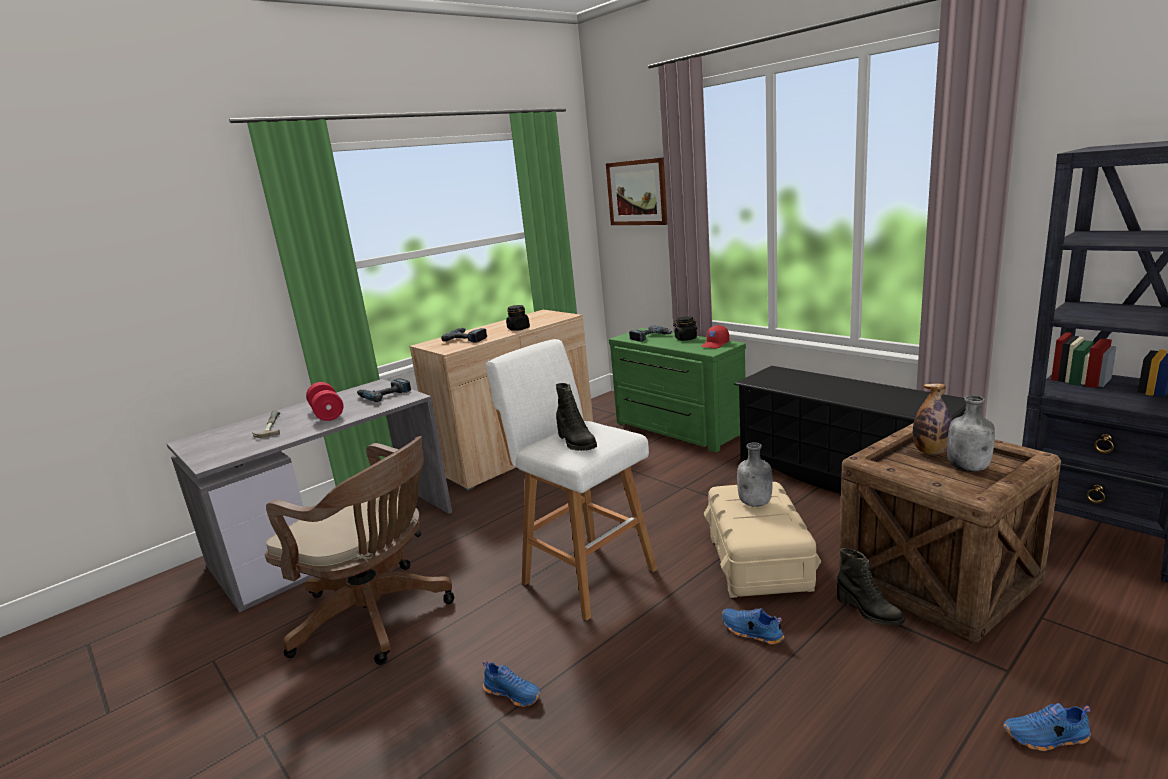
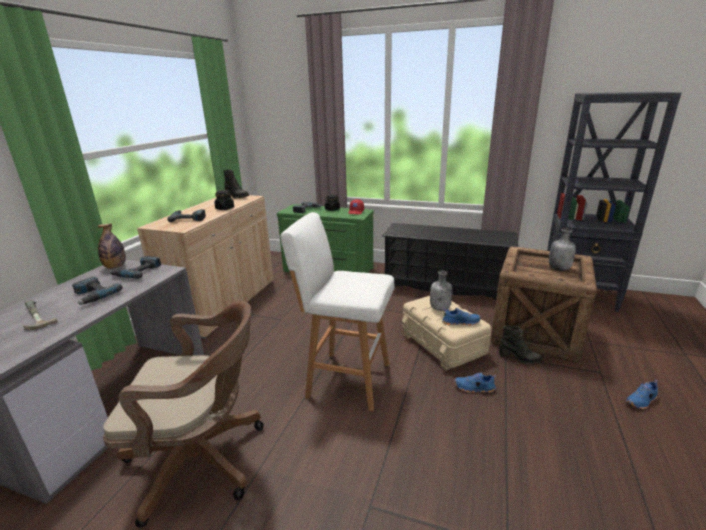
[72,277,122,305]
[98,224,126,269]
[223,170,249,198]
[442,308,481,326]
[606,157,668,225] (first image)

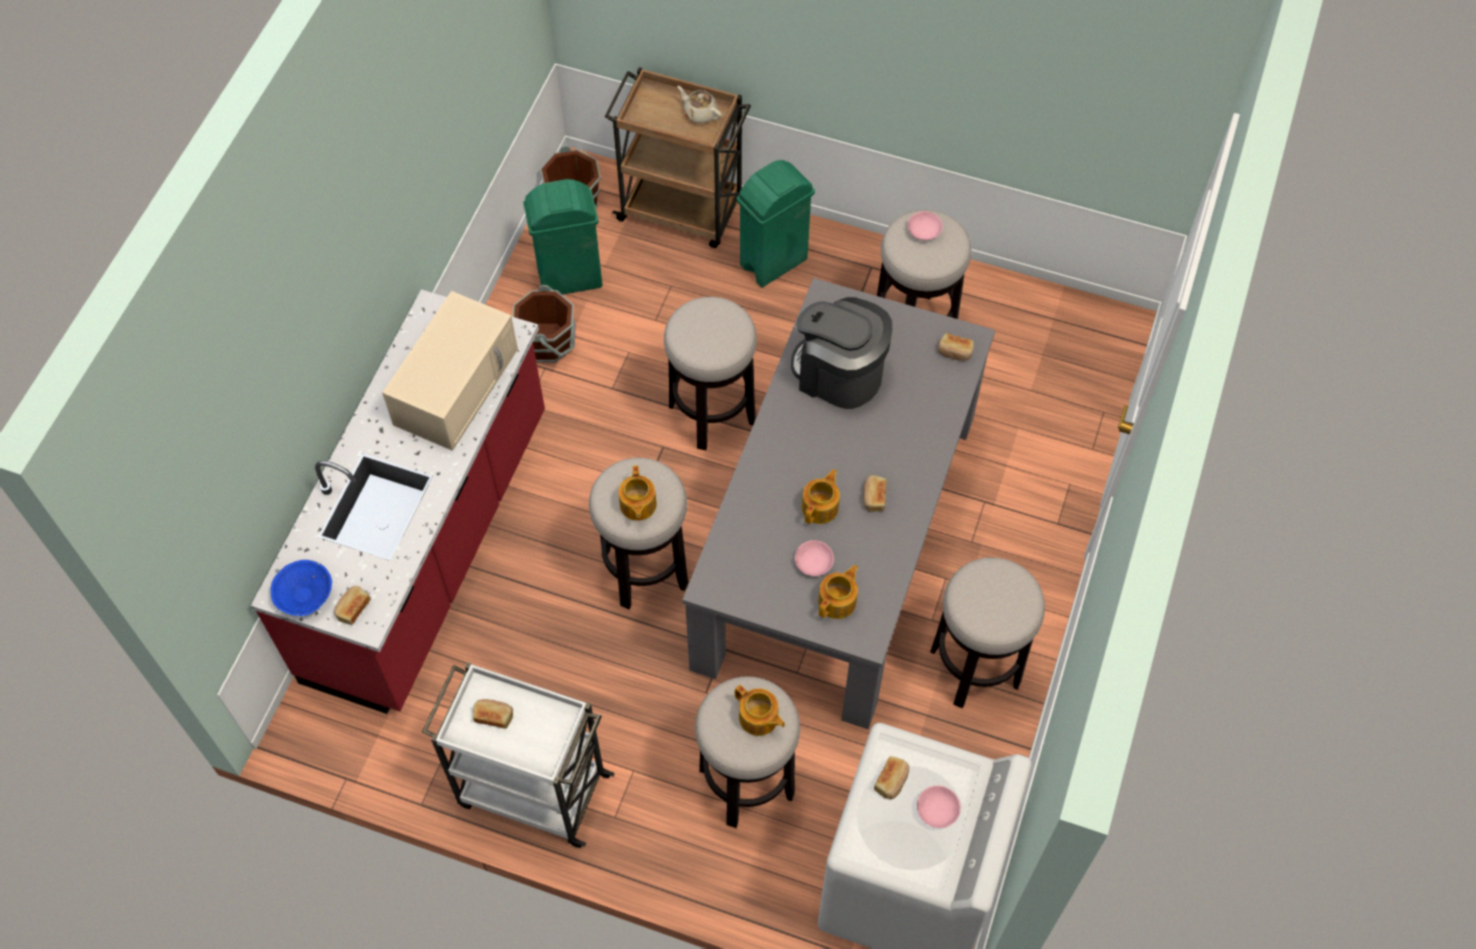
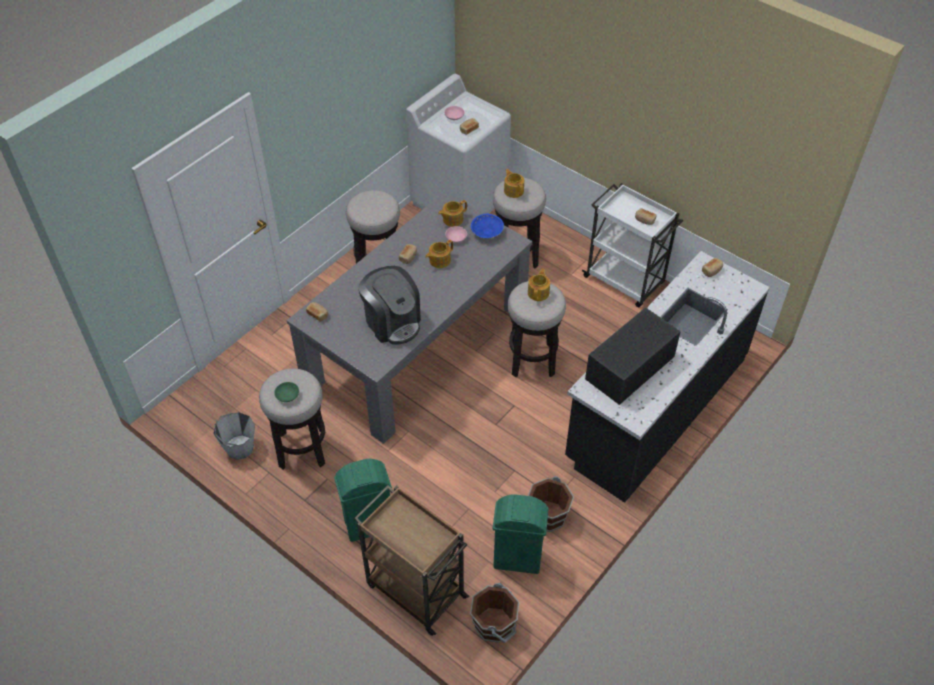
[213,412,255,460]
[274,382,299,402]
[471,214,504,238]
[565,251,770,503]
[585,307,681,405]
[664,297,757,450] (first image)
[677,86,722,124] (first image)

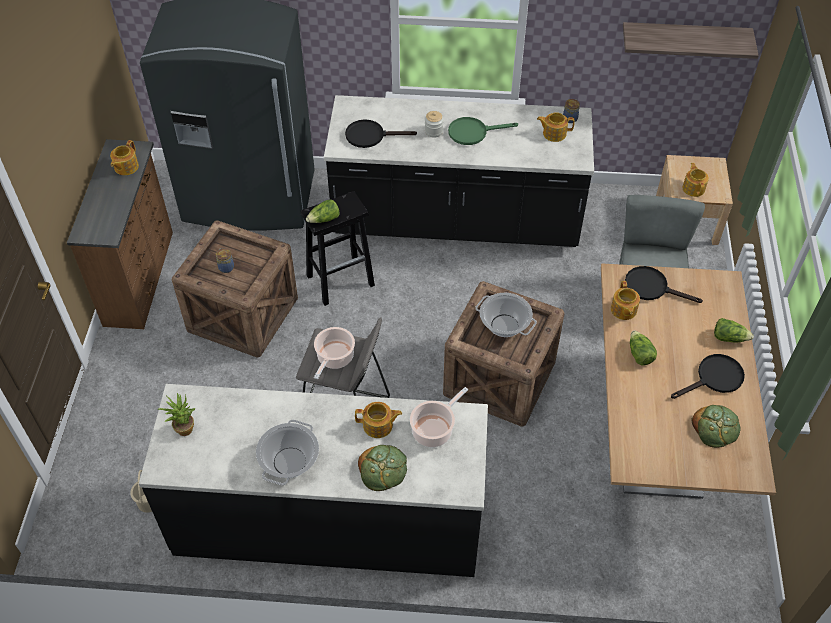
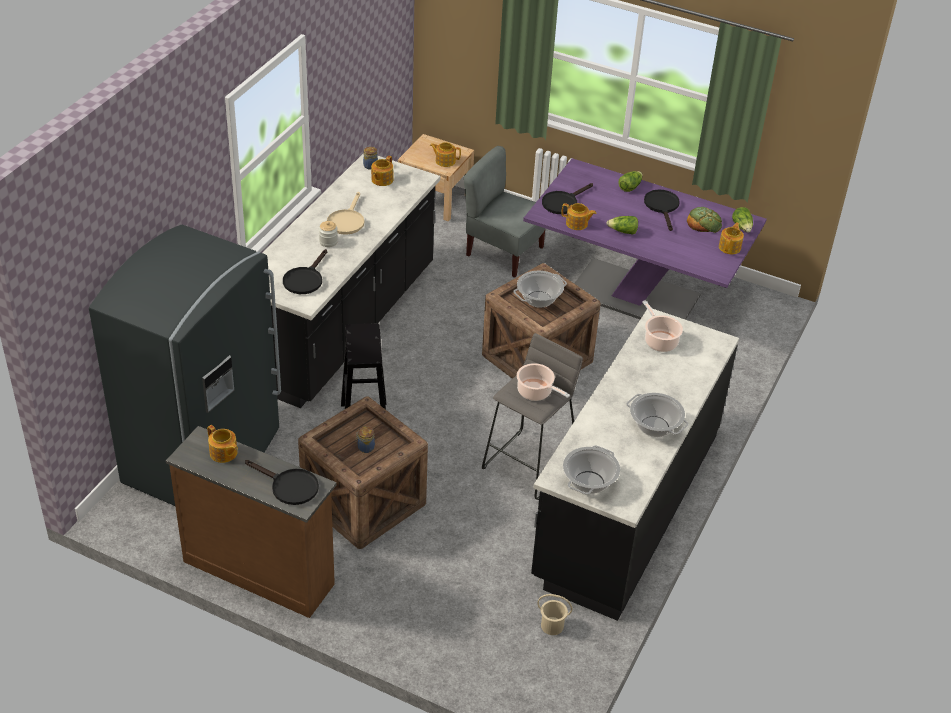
[245,460,319,505]
[327,192,364,235]
[523,158,767,320]
[563,445,620,495]
[719,222,744,254]
[732,207,753,232]
[358,445,407,491] (first image)
[623,22,759,59] (first image)

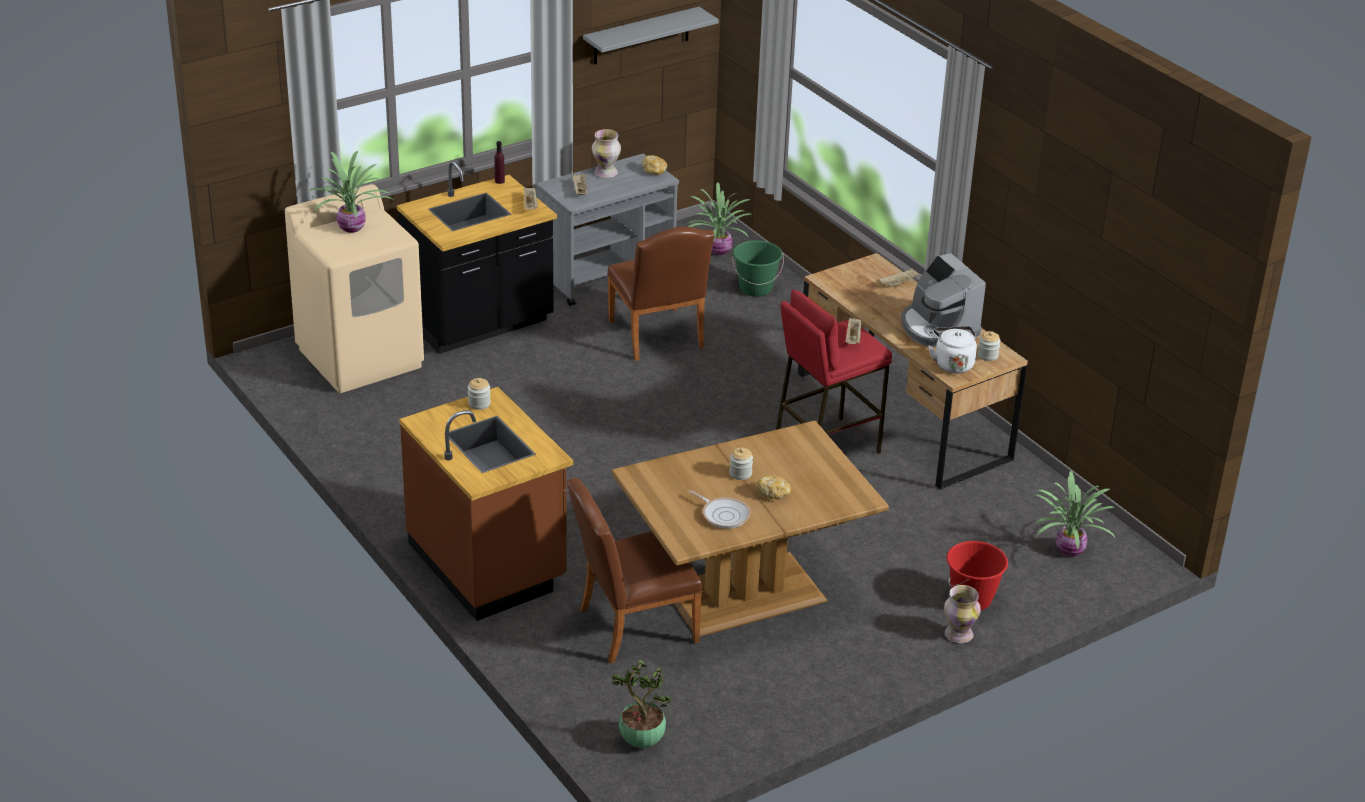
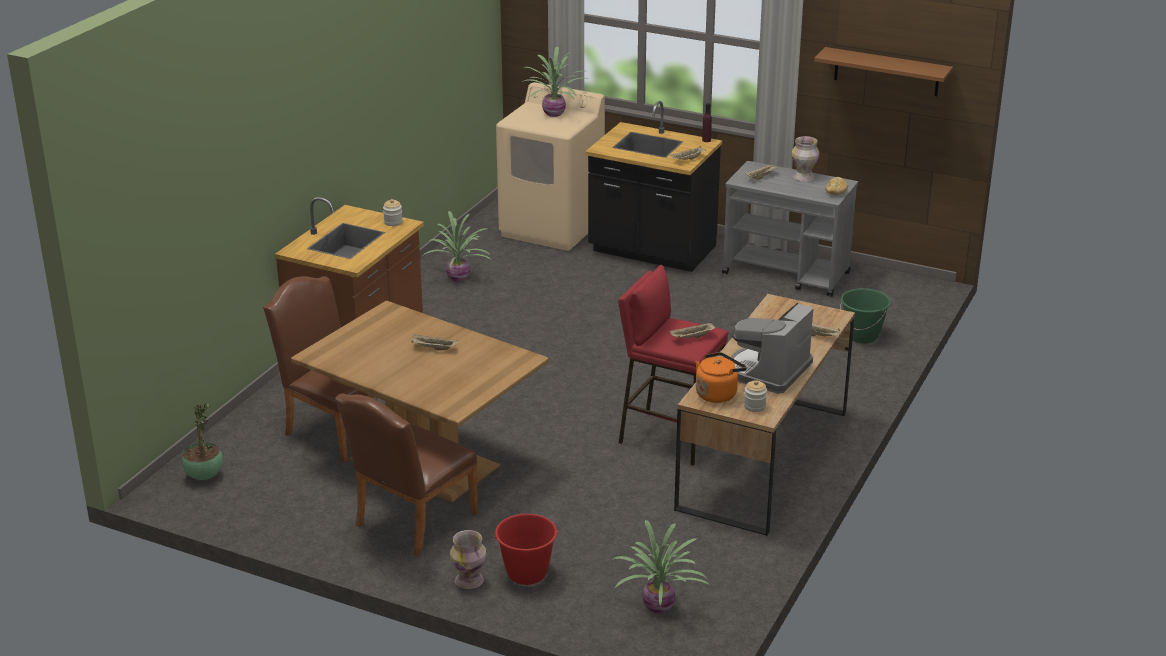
[335,393,478,557]
[411,334,458,350]
[423,211,491,282]
[695,352,747,403]
[814,47,953,96]
[689,490,751,529] (first image)
[756,475,791,499] (first image)

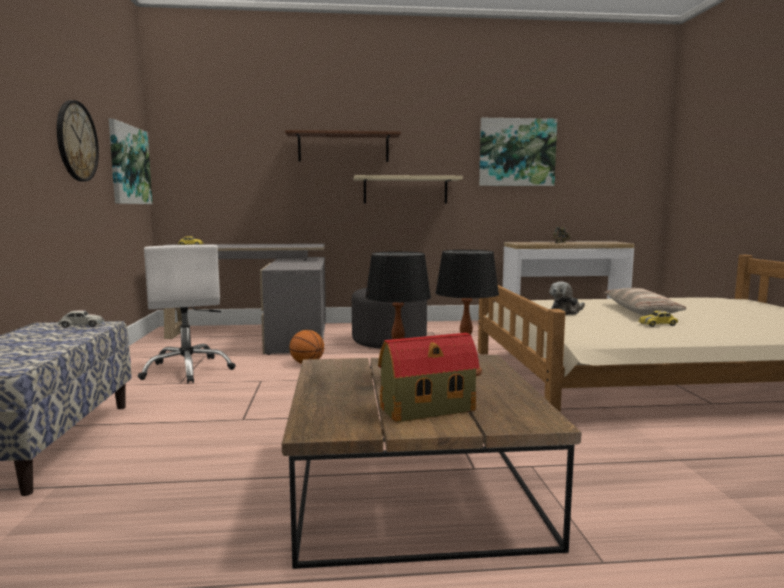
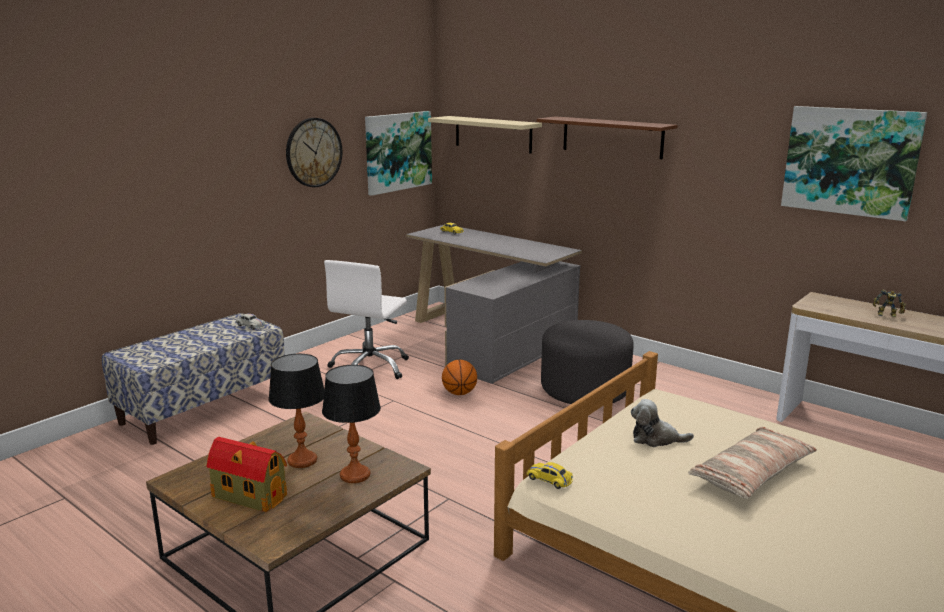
[428,116,542,154]
[526,462,573,489]

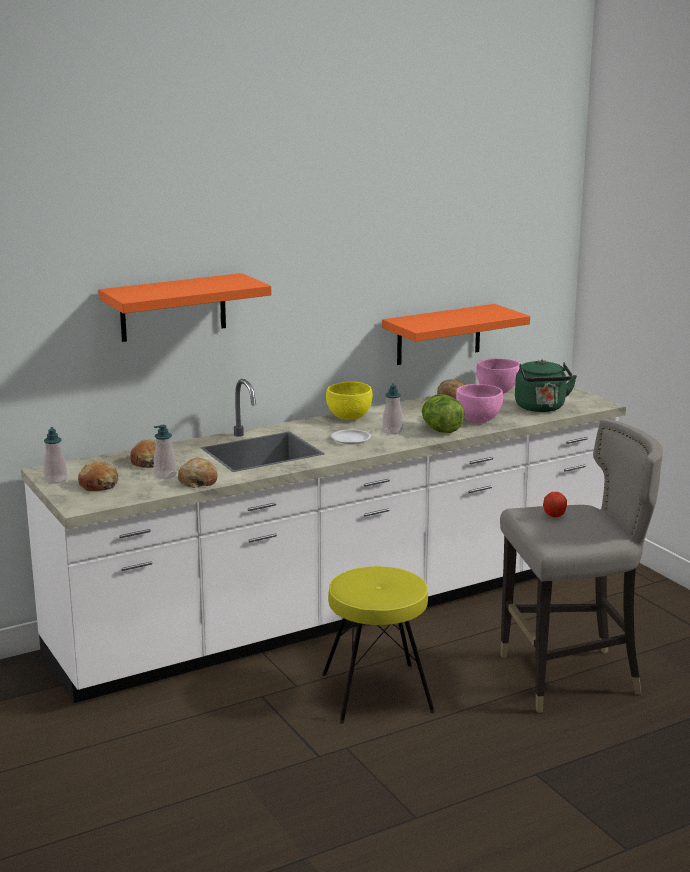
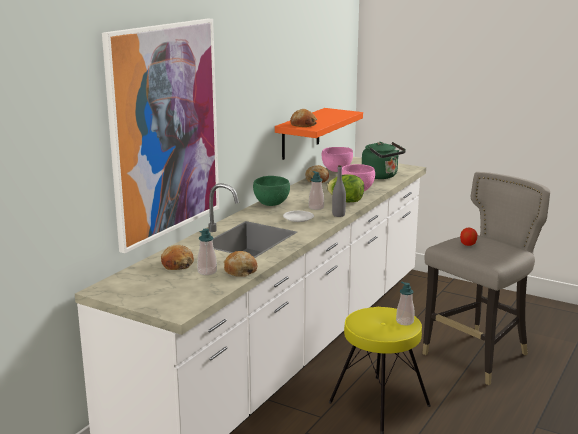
[102,19,219,253]
[253,176,290,206]
[290,109,317,127]
[332,165,346,217]
[396,281,414,325]

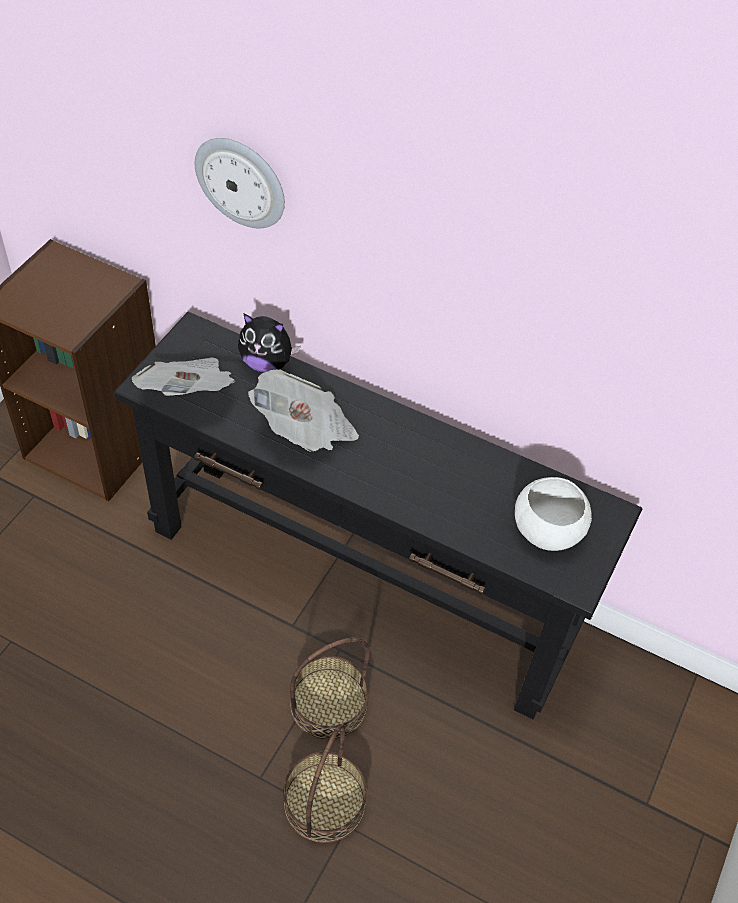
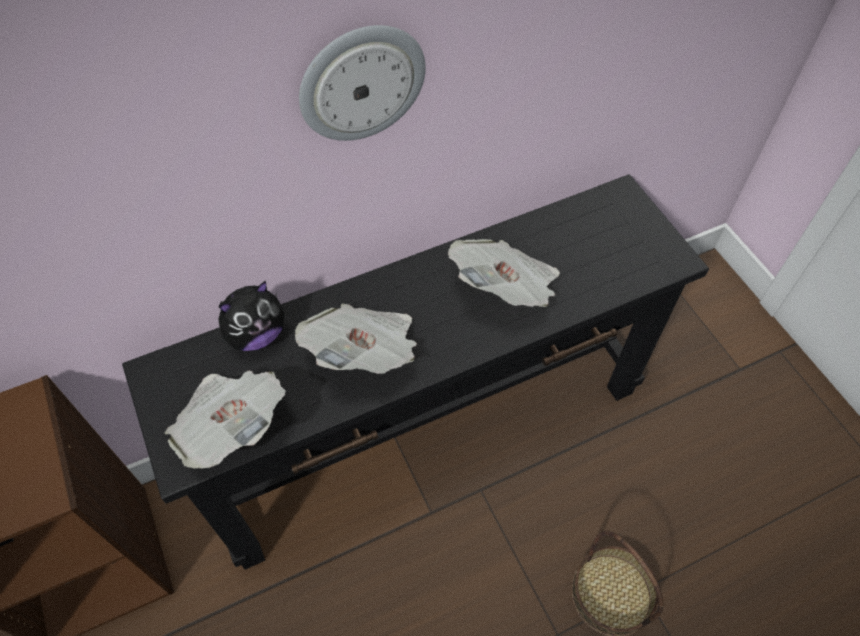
[299,25,426,141]
[448,239,560,307]
[290,637,370,740] (first image)
[515,477,592,551] (first image)

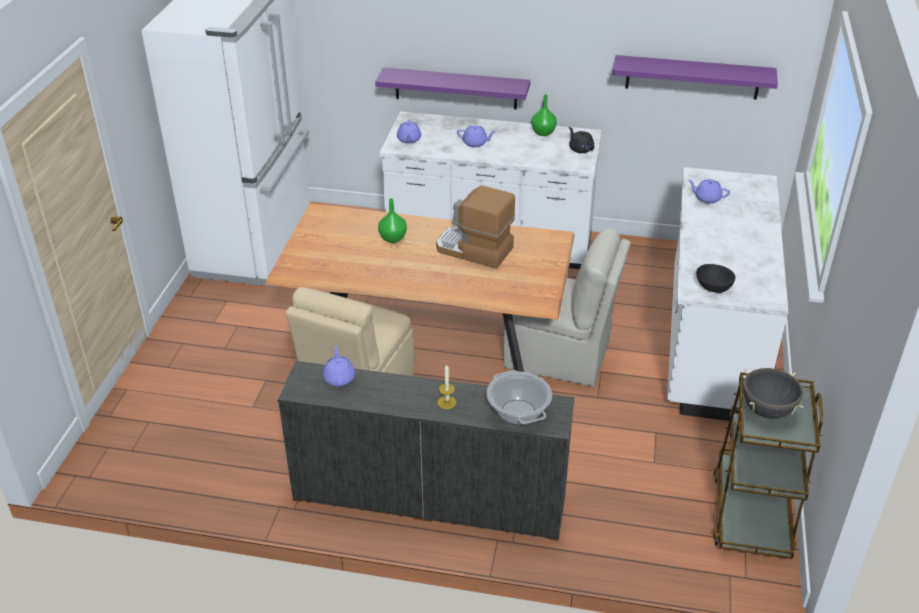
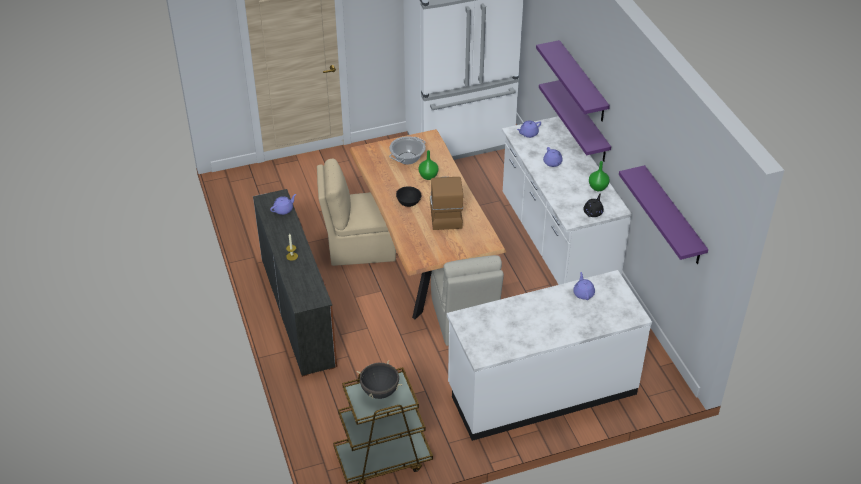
[389,136,426,165]
[396,186,421,207]
[536,40,610,122]

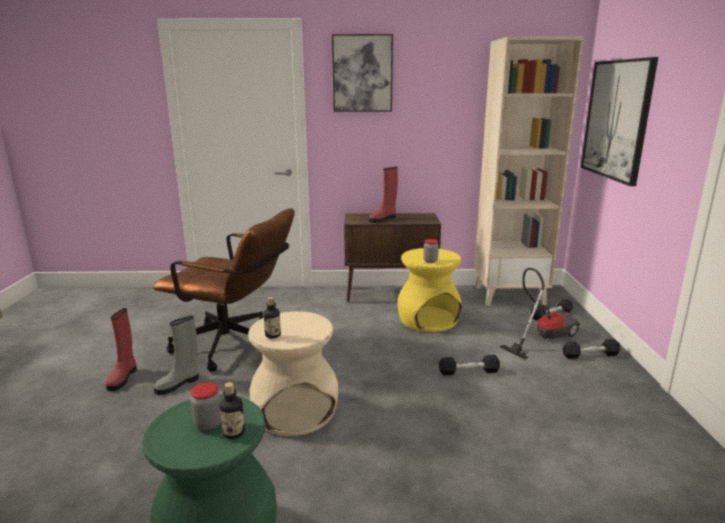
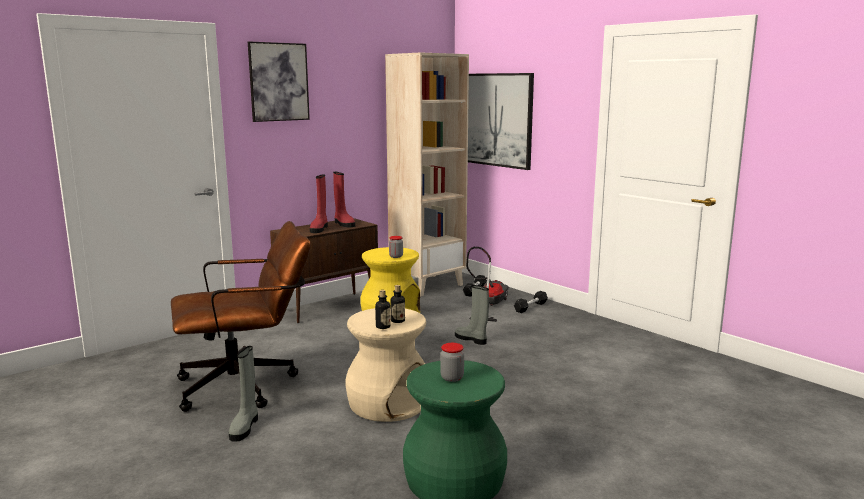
[333,172,355,227]
[391,285,405,323]
[455,285,489,345]

